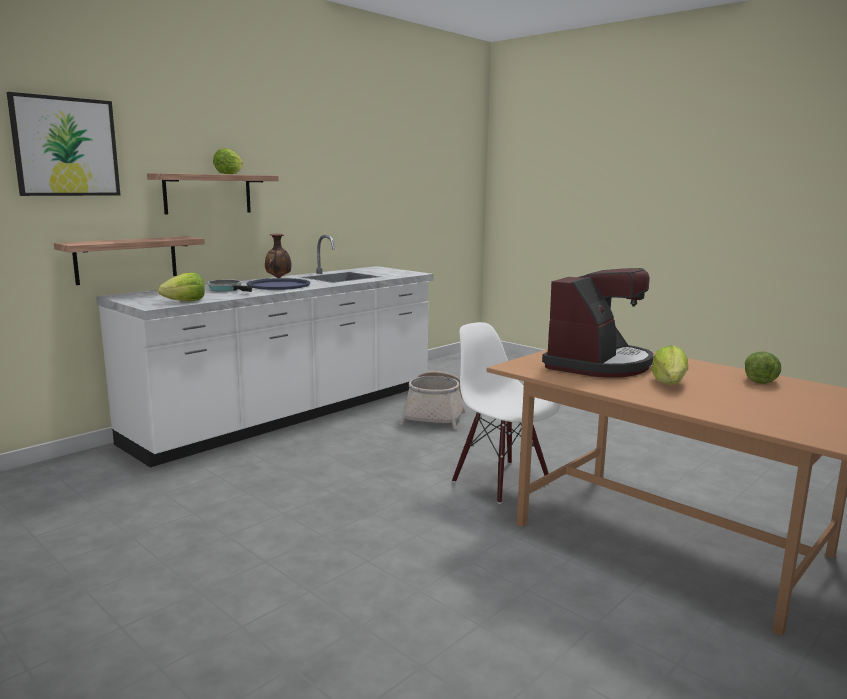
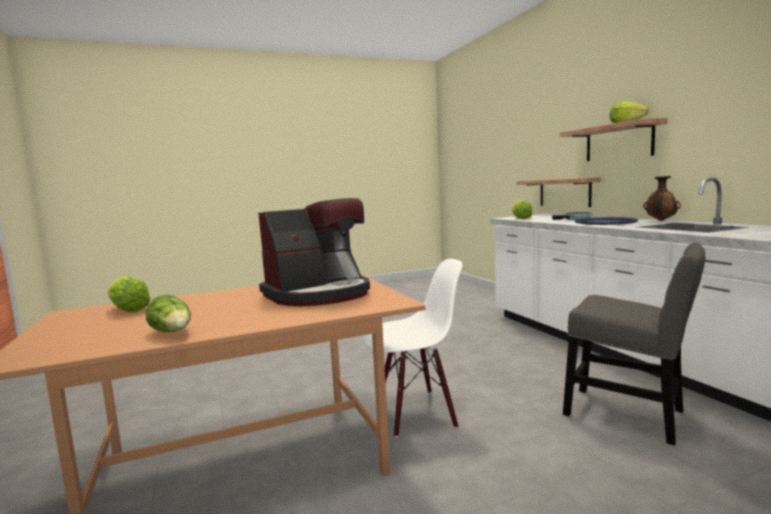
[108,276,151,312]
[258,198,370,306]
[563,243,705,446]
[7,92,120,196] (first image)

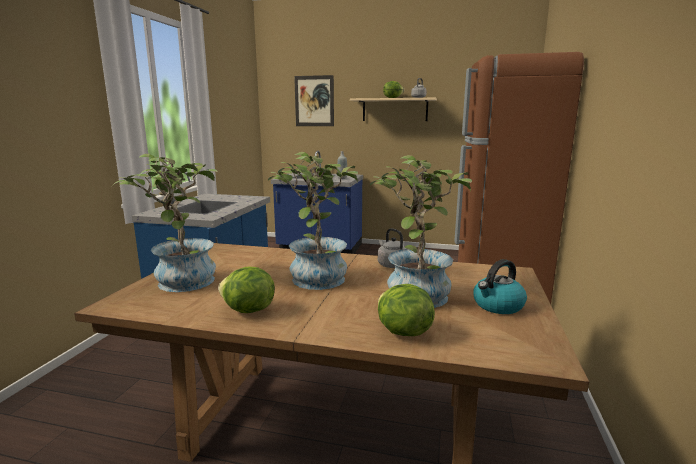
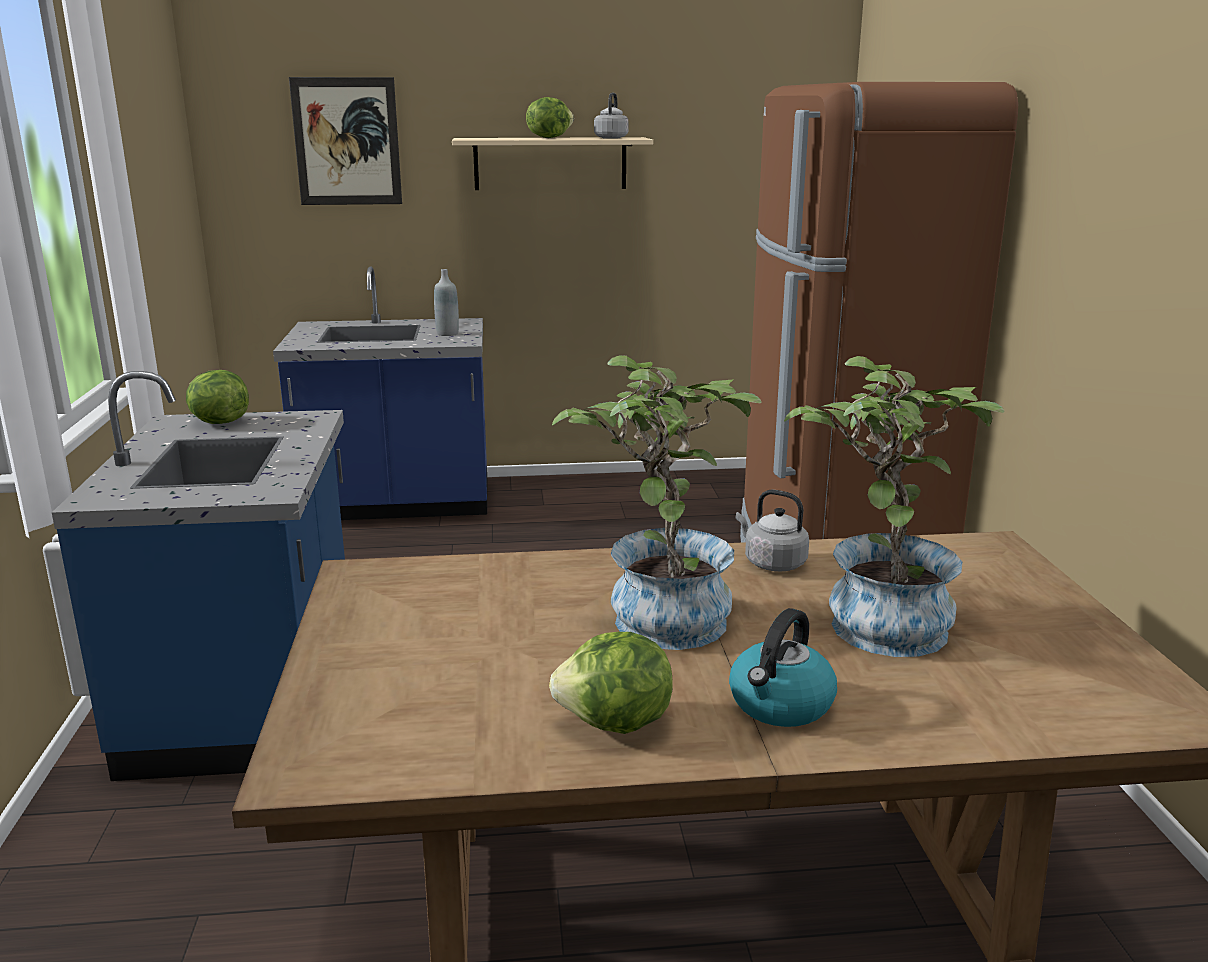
[186,370,249,424]
[729,608,837,727]
[112,154,218,292] (first image)

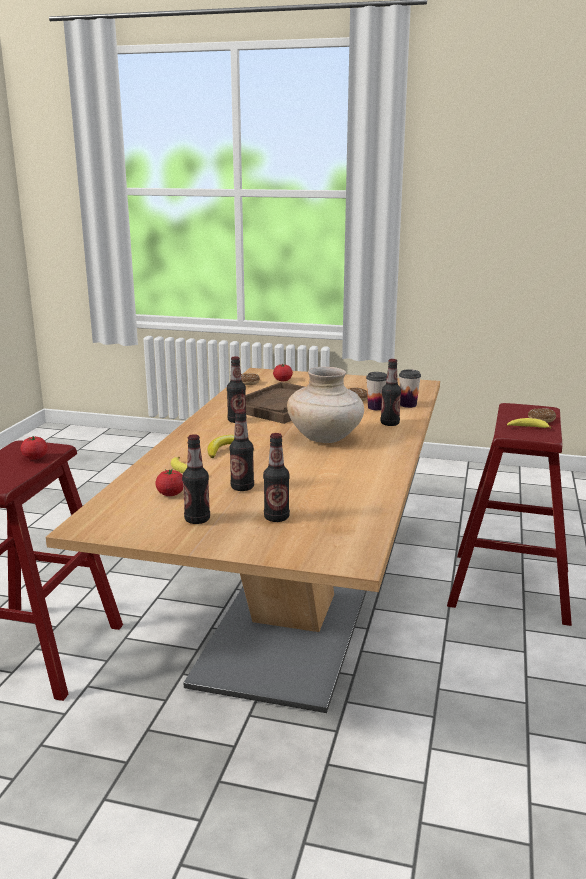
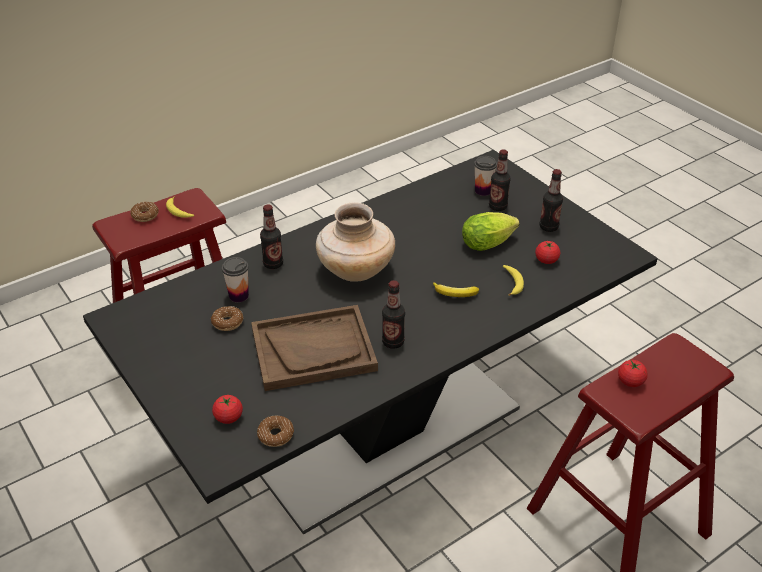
[83,150,658,534]
[462,212,520,251]
[474,156,497,196]

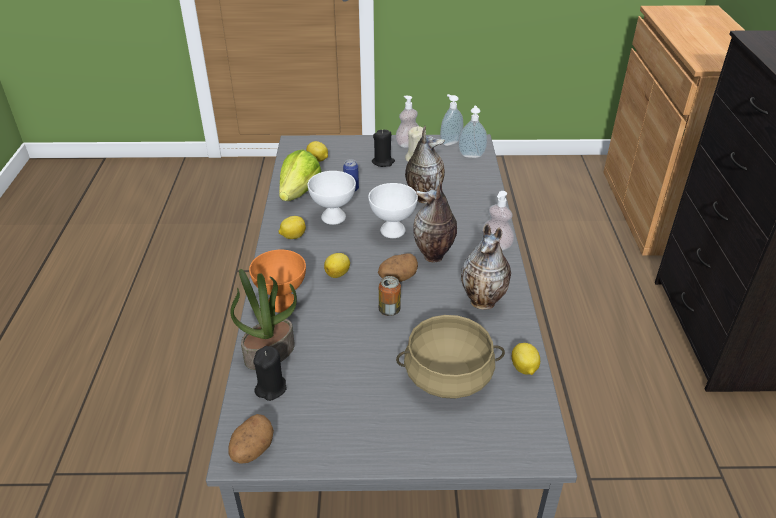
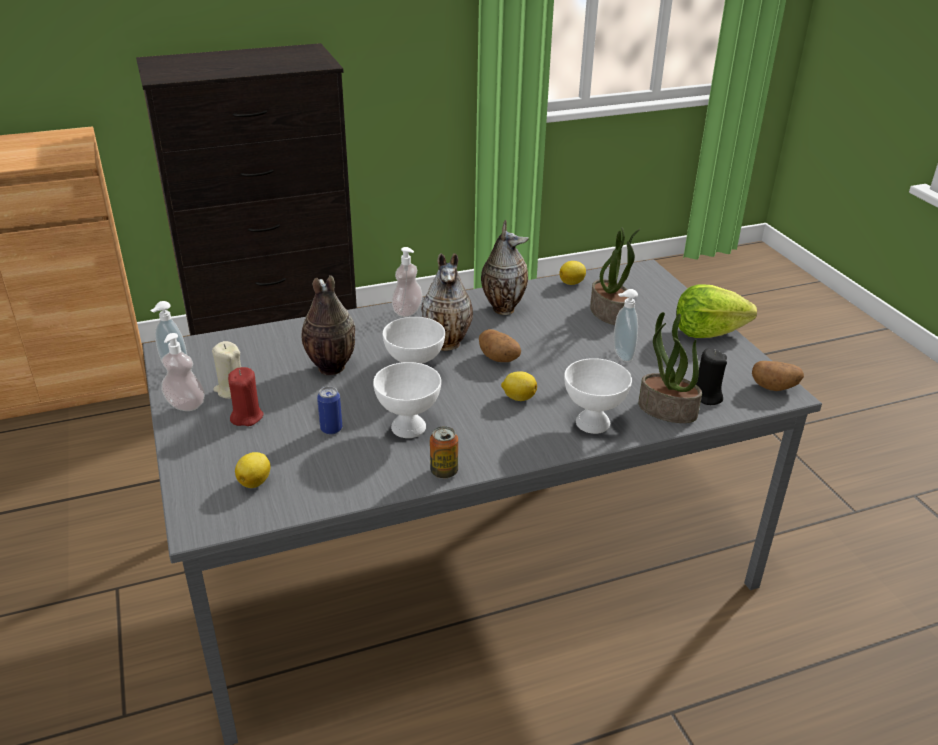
[228,367,264,426]
[430,426,458,478]
[564,358,632,434]
[590,228,640,325]
[614,289,638,362]
[676,285,757,338]
[278,216,306,239] (first image)

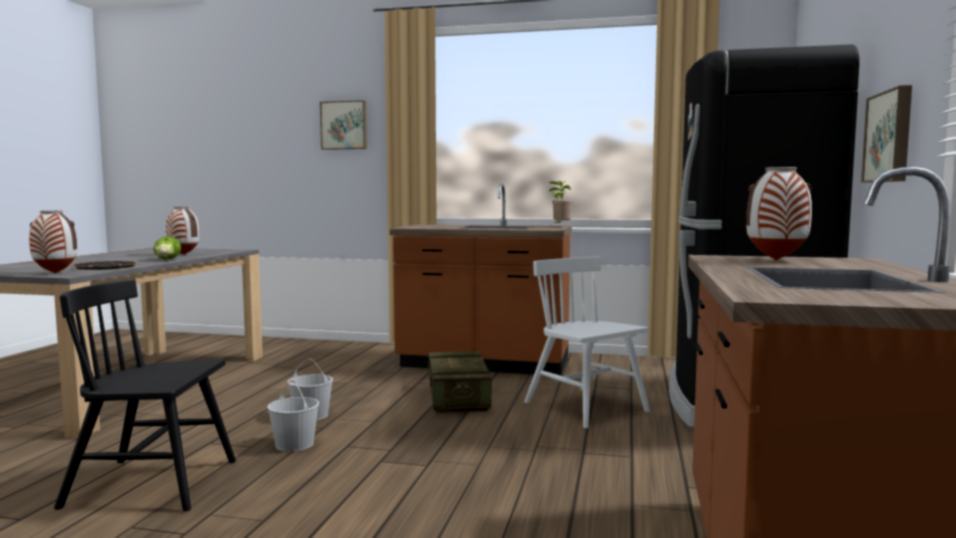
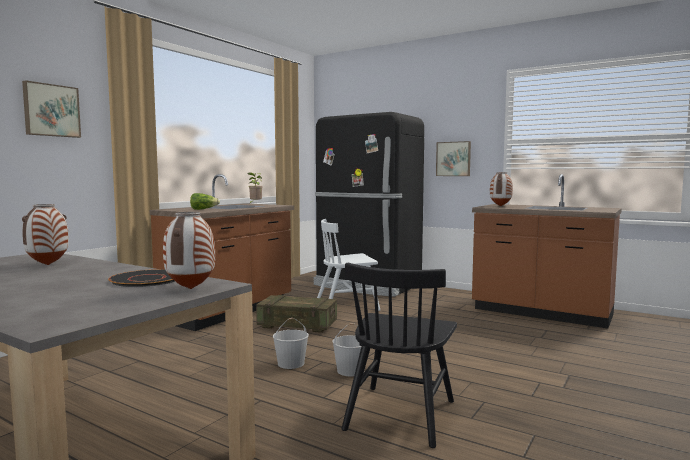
[190,193,220,210]

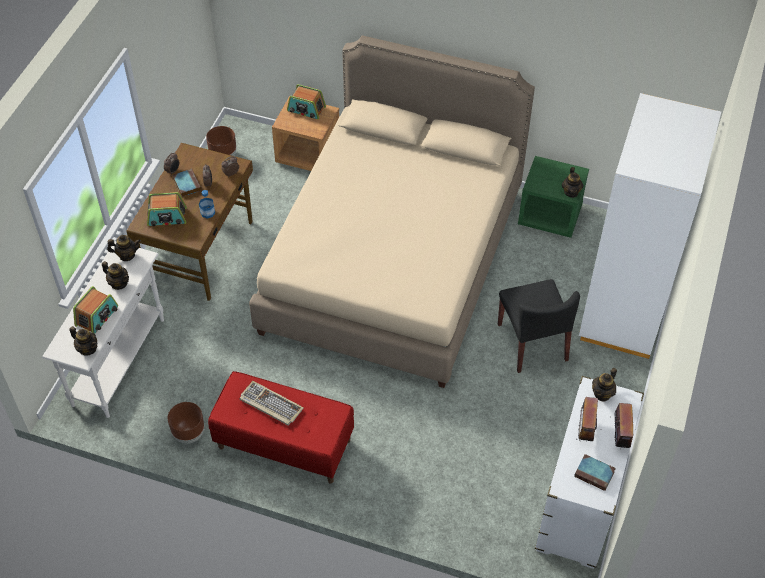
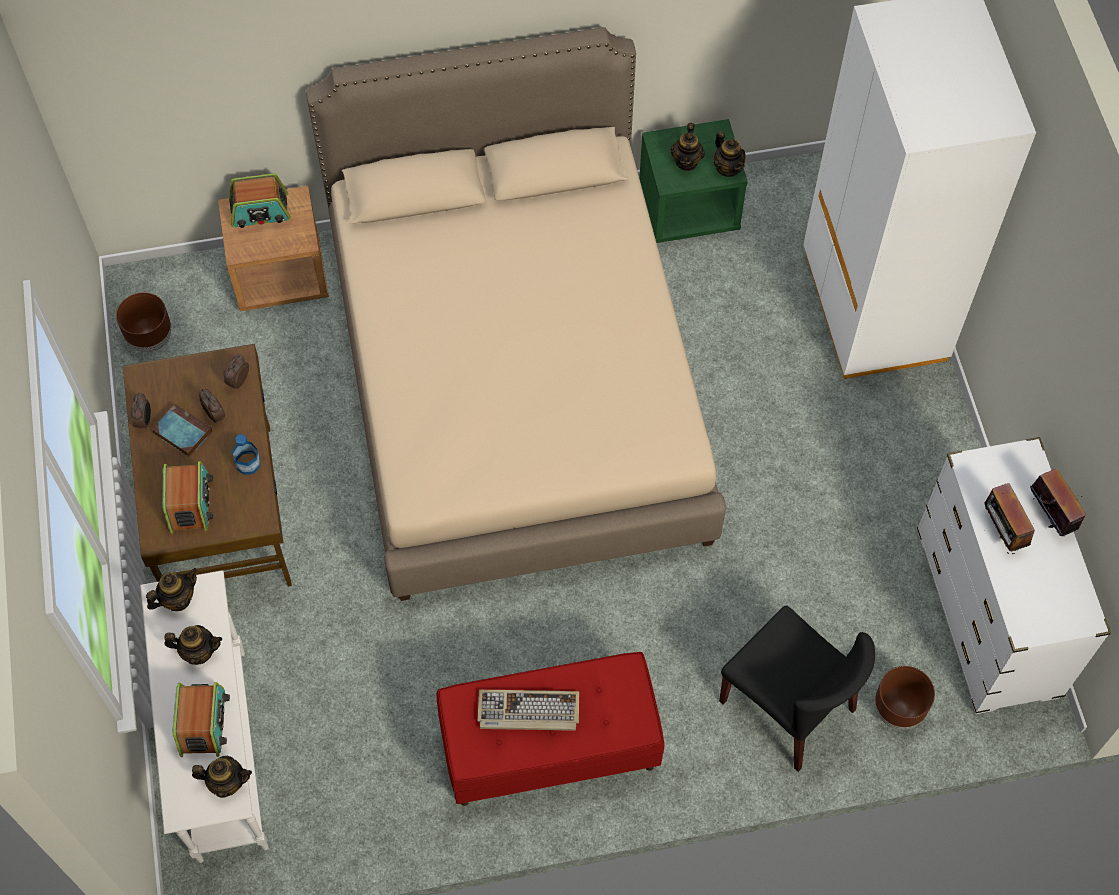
[162,461,213,534]
[670,123,705,171]
[719,605,875,772]
[875,666,935,730]
[574,454,616,491] (first image)

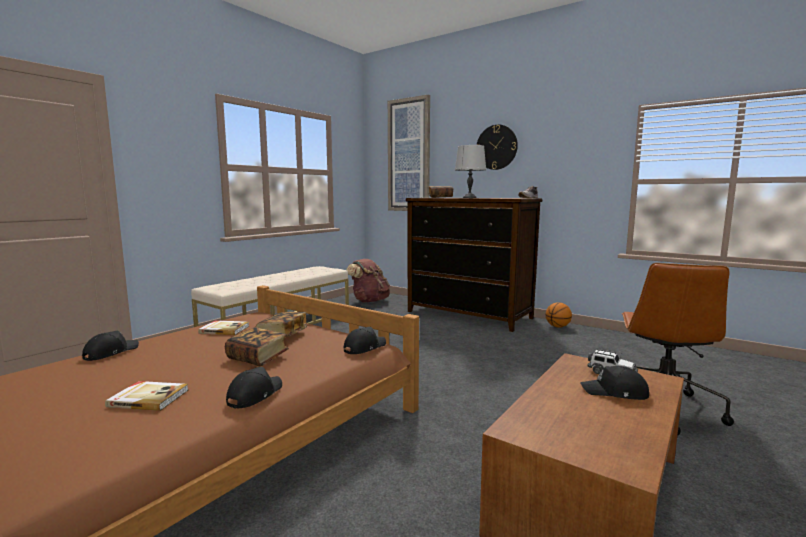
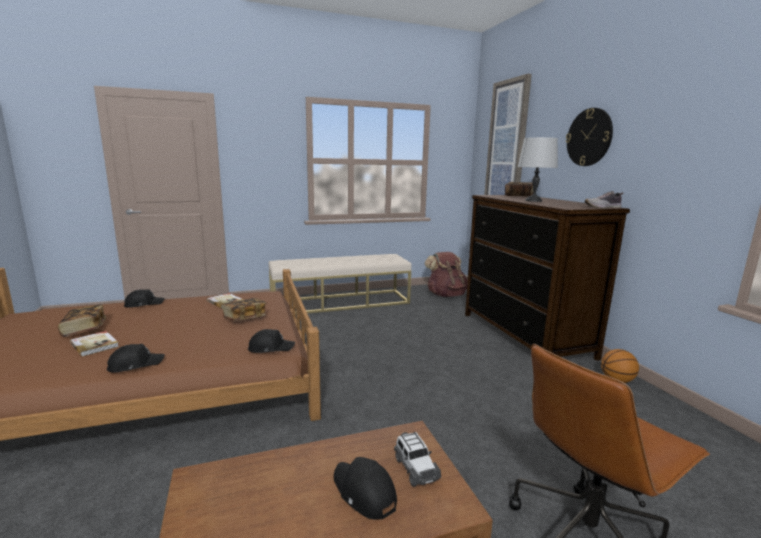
[58,304,106,337]

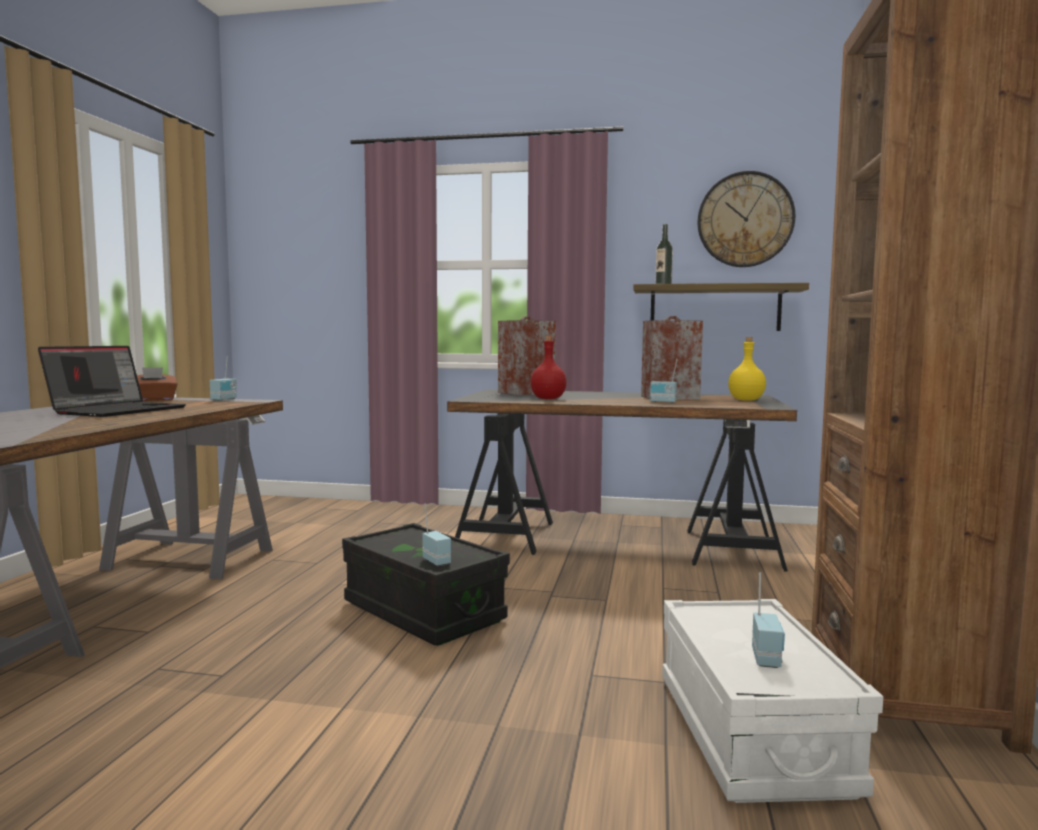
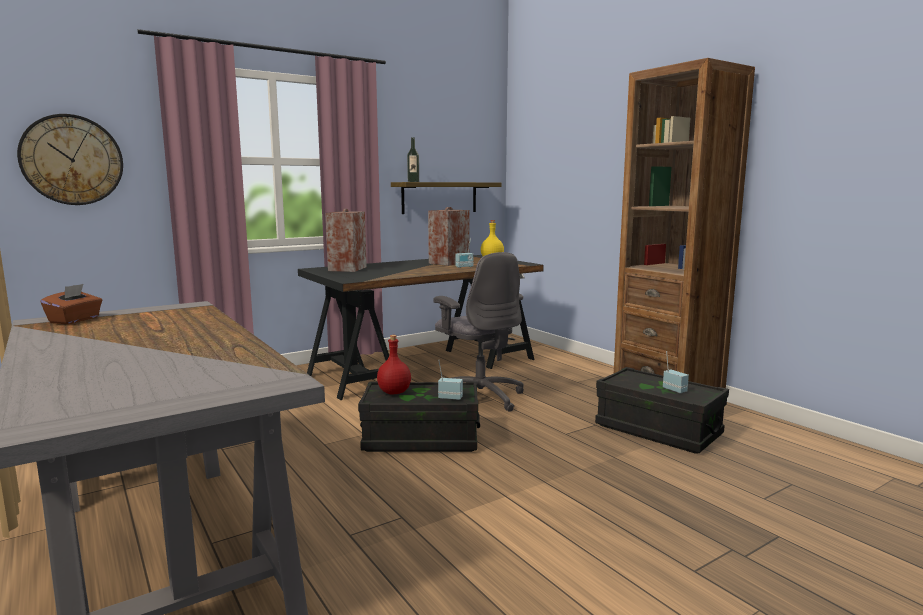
[17,114,123,205]
[377,335,411,395]
[433,252,524,412]
[595,367,729,454]
[38,346,186,417] (first image)
[210,356,237,401] (first image)

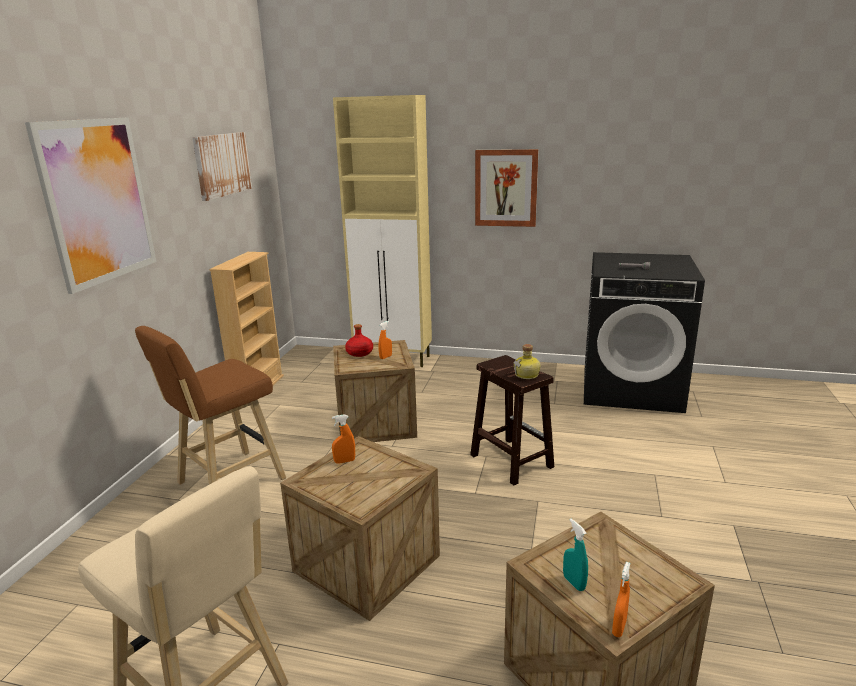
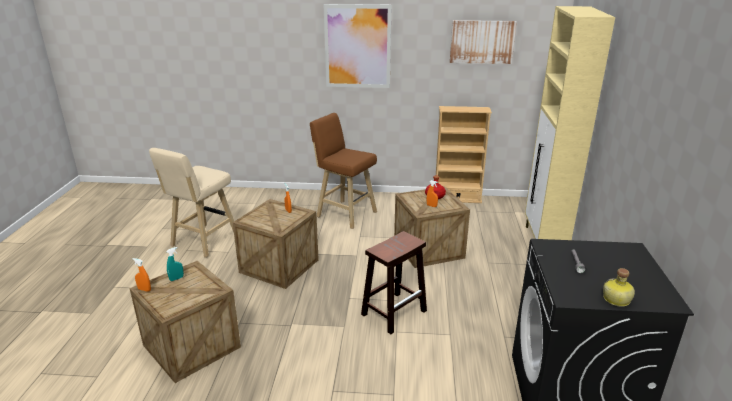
[603,268,635,307]
[475,149,539,227] (first image)

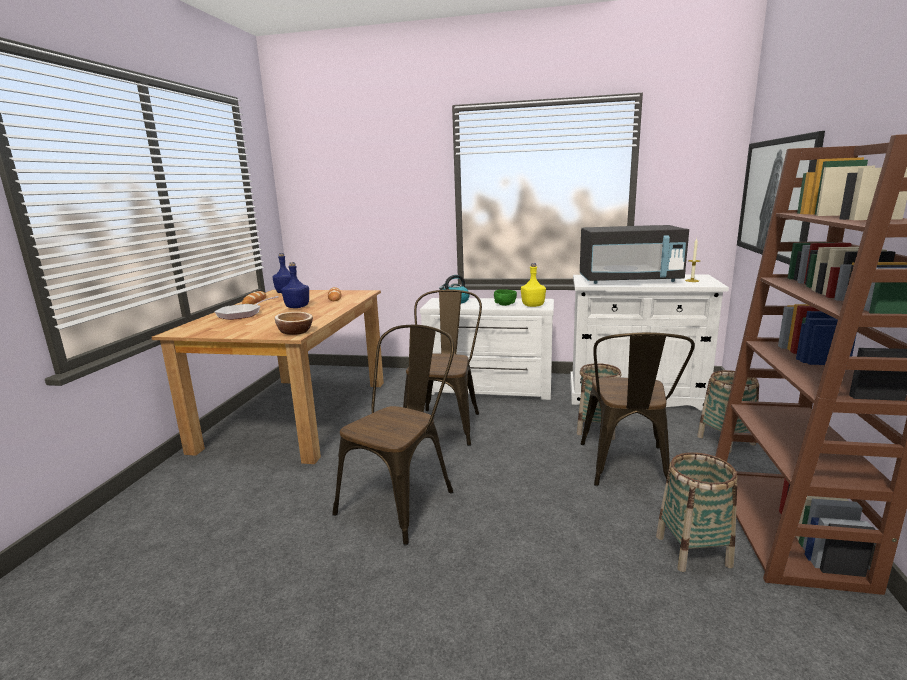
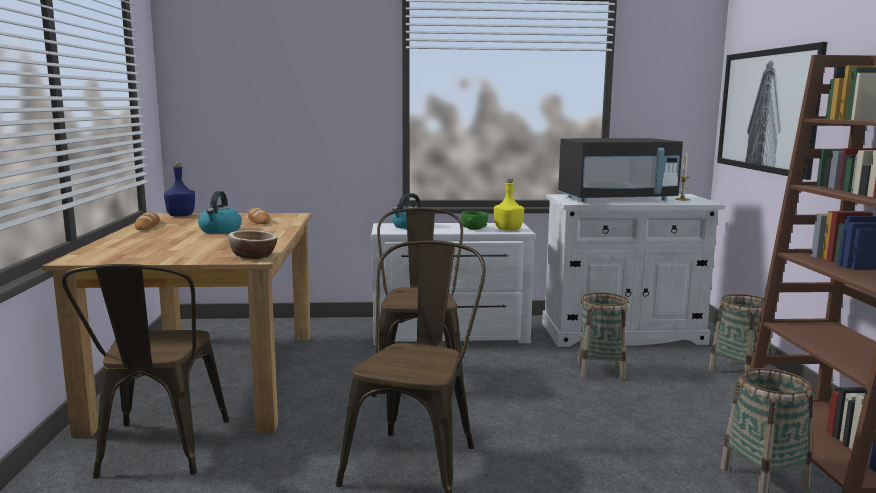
[62,264,229,479]
[198,191,242,234]
[214,296,279,320] (first image)

